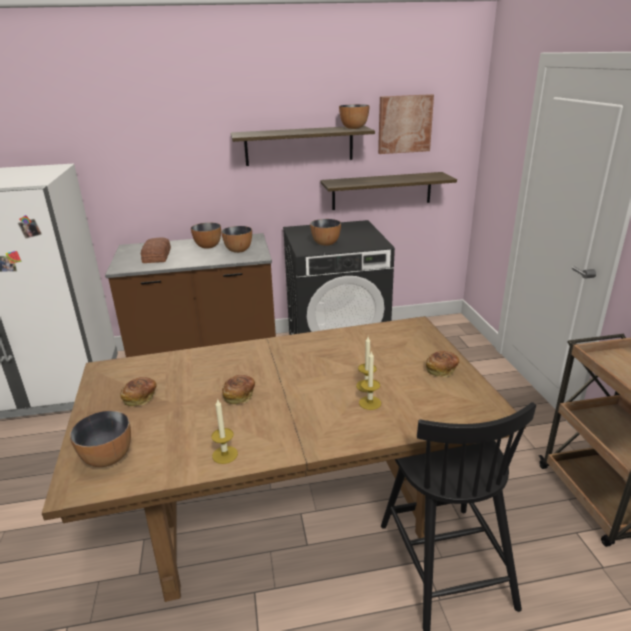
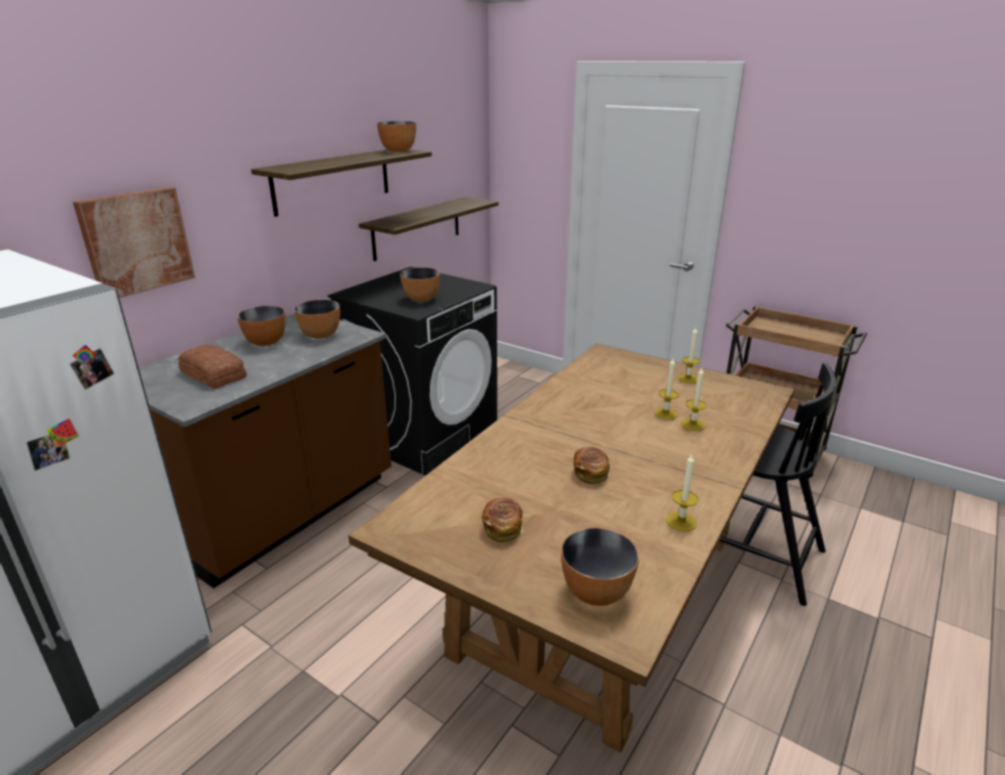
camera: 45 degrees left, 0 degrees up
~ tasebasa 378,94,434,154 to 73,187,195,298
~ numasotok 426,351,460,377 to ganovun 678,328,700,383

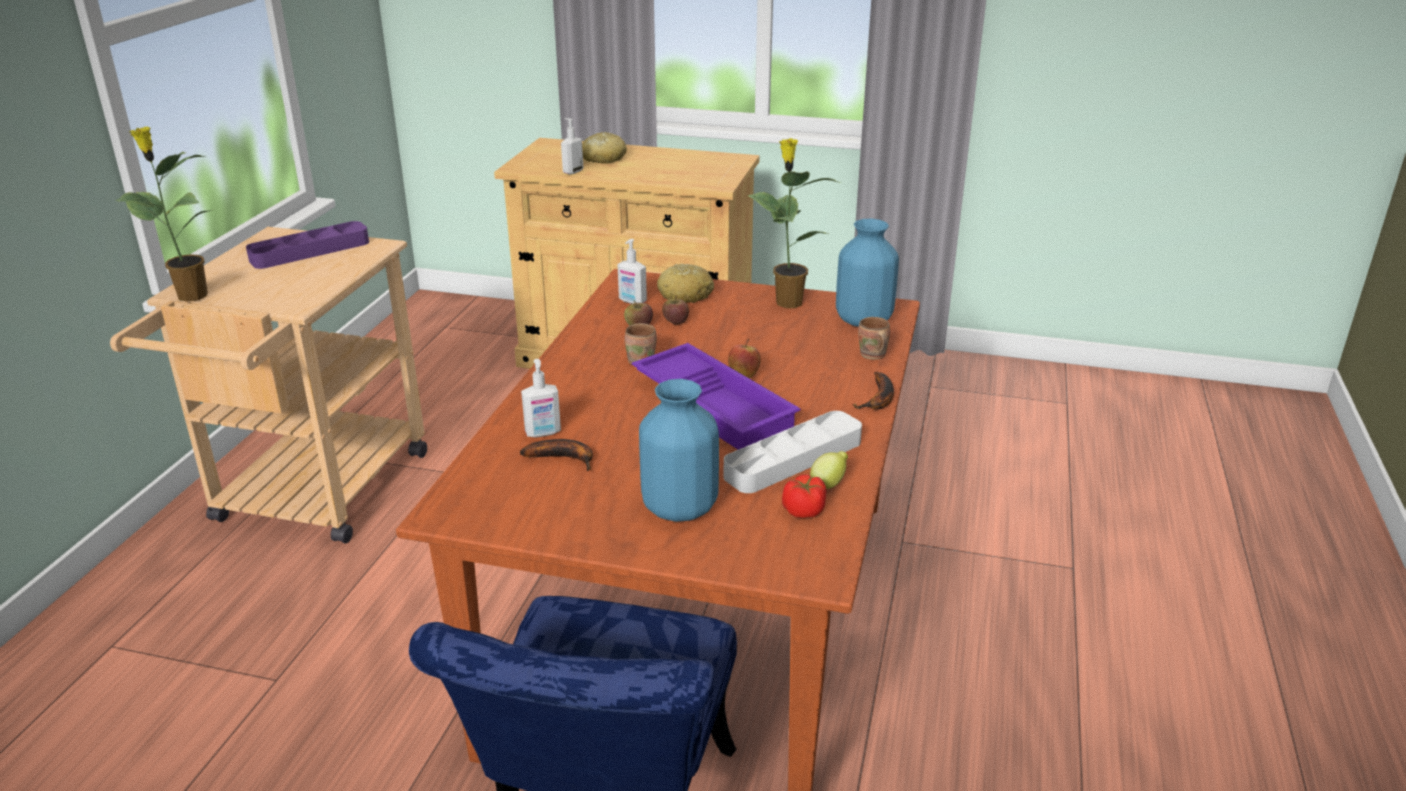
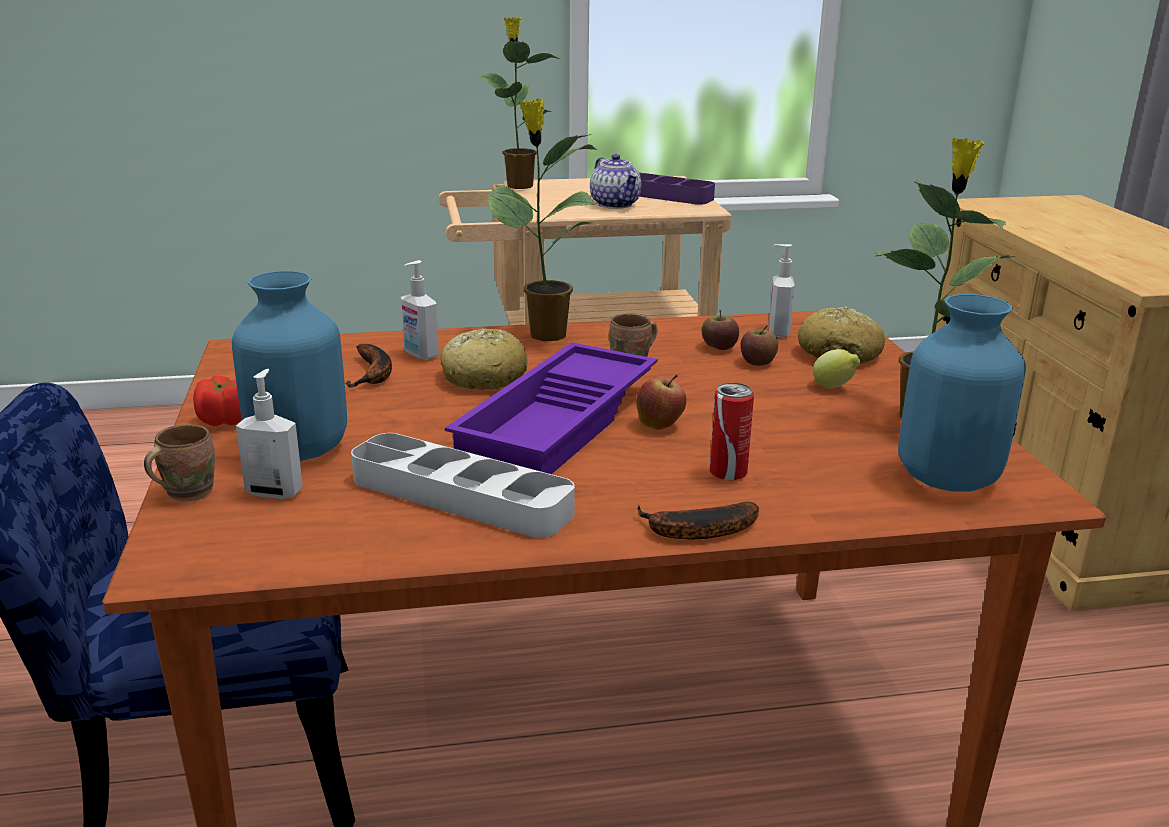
camera: 65 degrees right, 5 degrees down
~ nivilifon 561,118,583,174 to 236,369,303,499
~ numasotok 582,132,627,164 to 440,328,527,390
~ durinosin 782,475,826,518 to 193,376,242,426
~ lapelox 810,451,848,489 to 813,349,860,388
~ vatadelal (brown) 858,317,890,360 to 144,424,215,501
+ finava 487,99,598,341
+ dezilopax 590,154,642,209
+ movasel 710,383,754,480

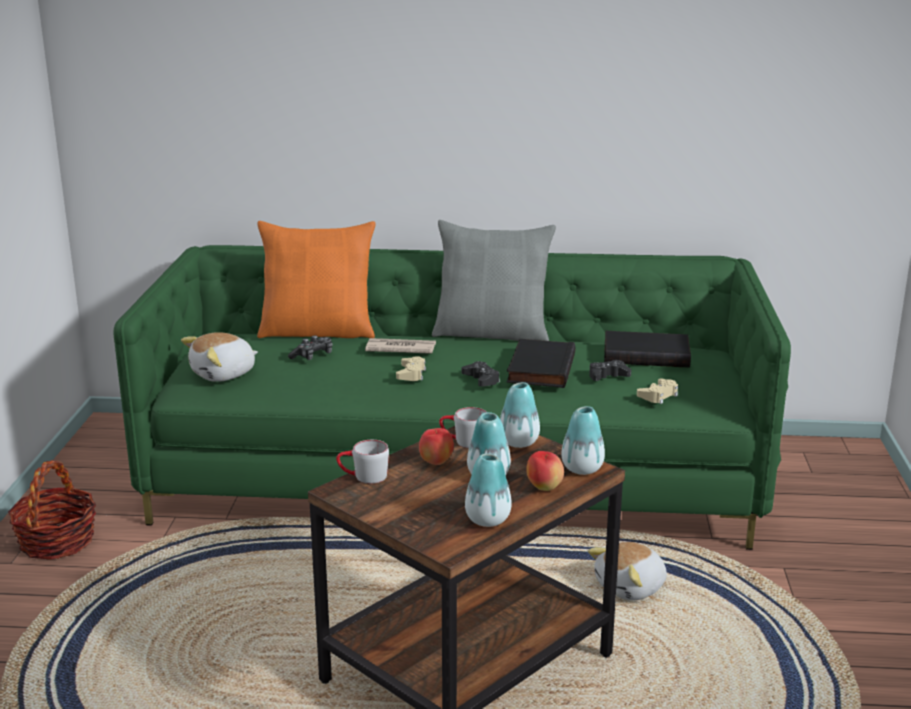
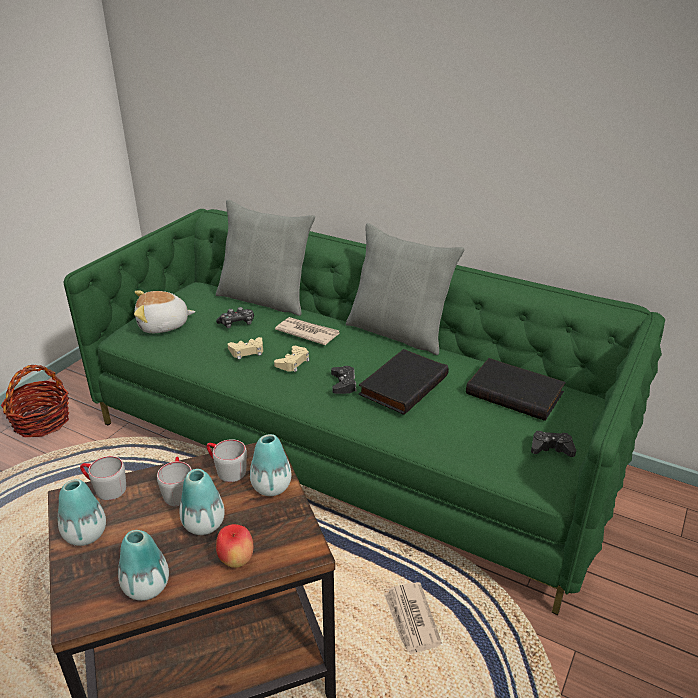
camera: 25 degrees right, 10 degrees up
~ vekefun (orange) 257,221,376,338 to vekefun (grey) 216,200,315,316
~ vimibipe 419,428,454,465 to vatadelal (grey) 157,457,192,506
~ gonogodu 561,406,605,475 to 58,479,106,546
~ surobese 588,542,667,600 to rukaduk 384,582,442,654
~ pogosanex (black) 589,360,631,381 to 531,431,576,457
~ pogosanex (beige) 637,379,678,404 to 228,337,263,359

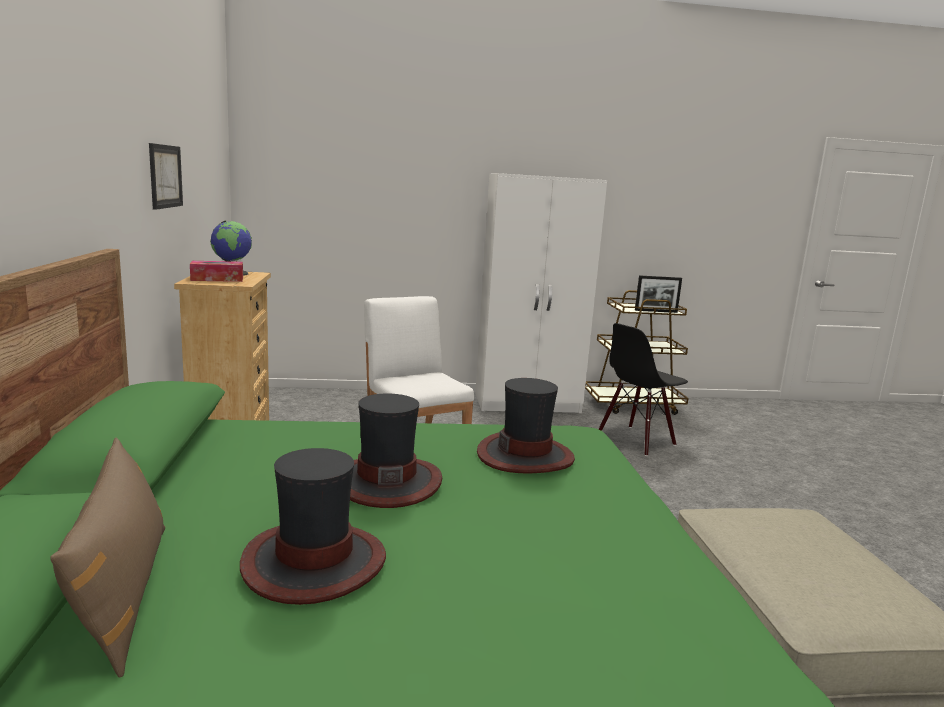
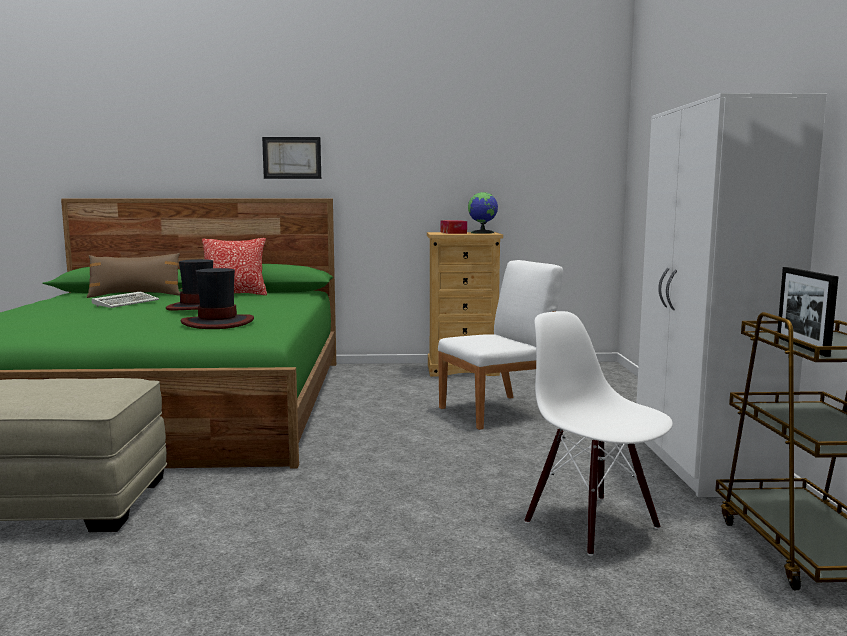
camera: 95 degrees right, 5 degrees down
~ tasebasa 149,143,183,210 to 262,137,321,179
~ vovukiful 240,448,386,605 to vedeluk 92,291,159,308
~ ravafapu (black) 599,323,688,456 to ravafapu (white) 525,311,673,556
+ vekefun 202,238,267,295

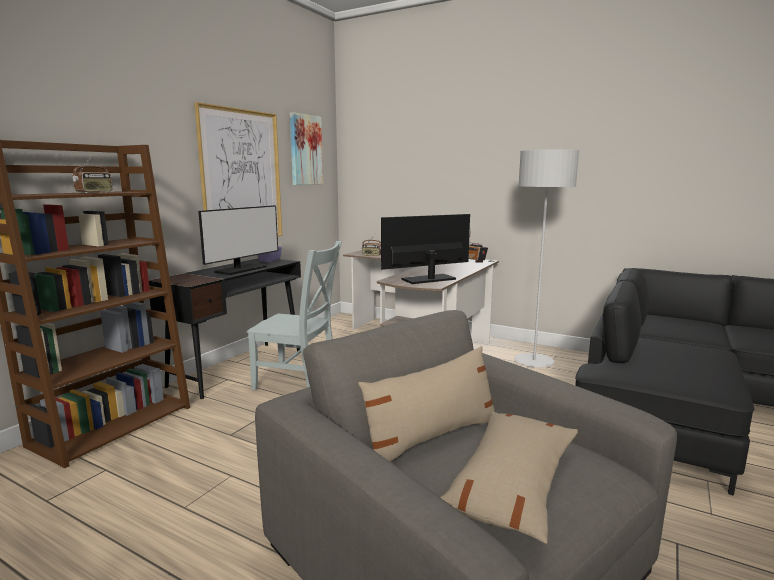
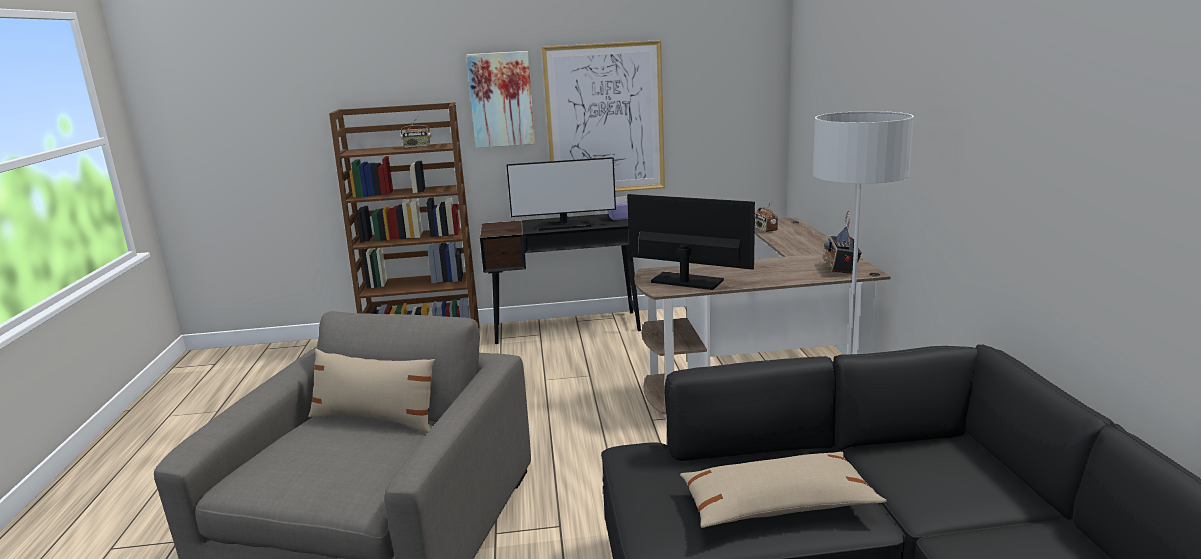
camera: 55 degrees right, 5 degrees up
- ravafapu (grey) 246,241,342,390
~ tasebasa 290,112,323,185 to 467,51,535,148
~ vekefun (beige) 440,412,578,544 to 680,451,887,528

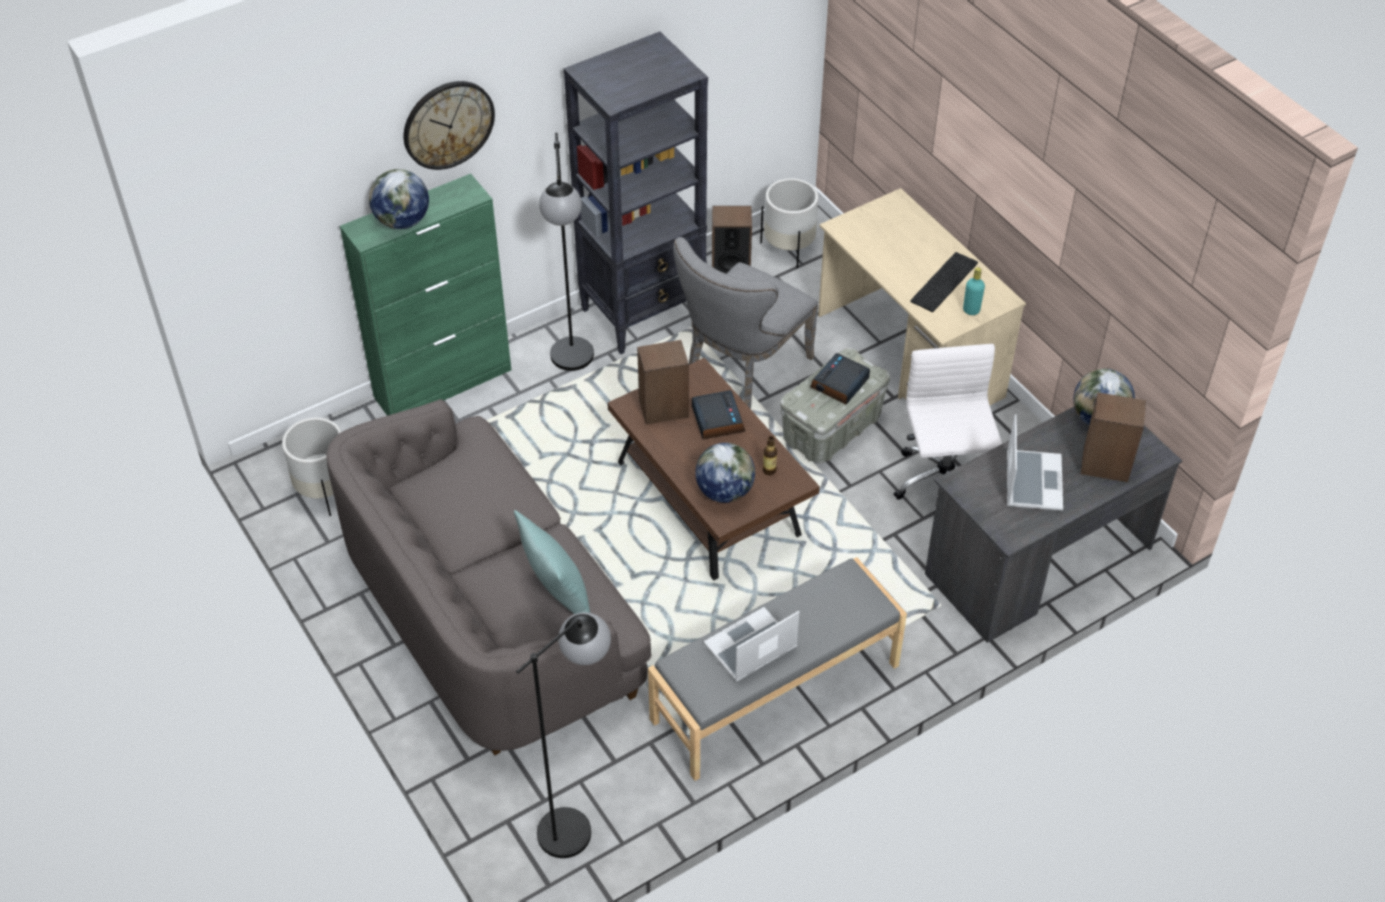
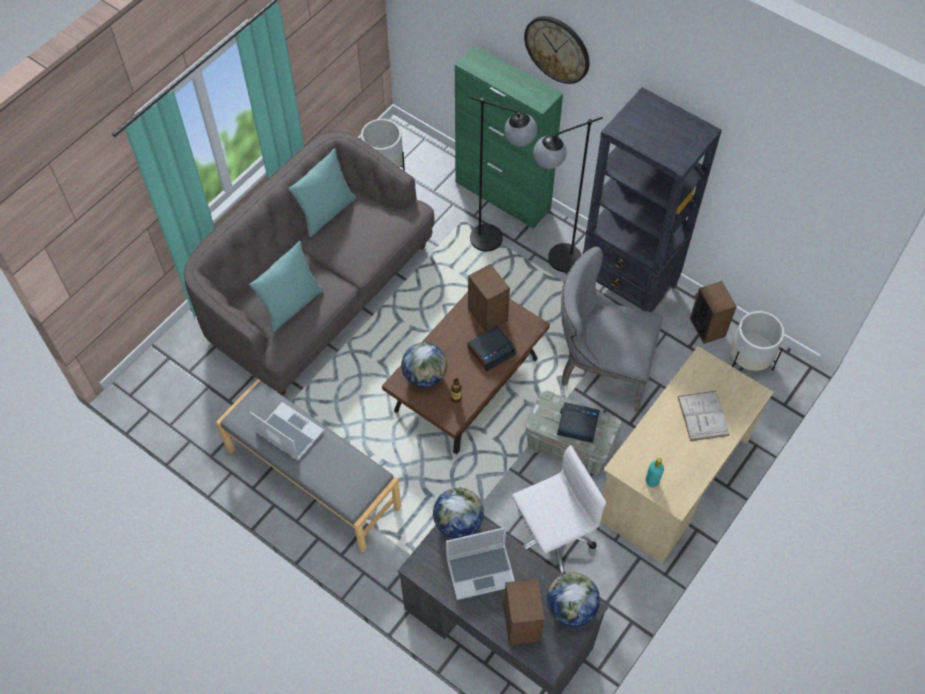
camera: 70 degrees right, 10 degrees up
~ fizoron 369,169,429,229 to 433,487,484,539
~ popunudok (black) 516,612,611,858 to 469,96,537,252
- vedeluk 910,252,978,312
+ vekefun (turquoise) 288,148,356,237
+ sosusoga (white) 677,391,729,441

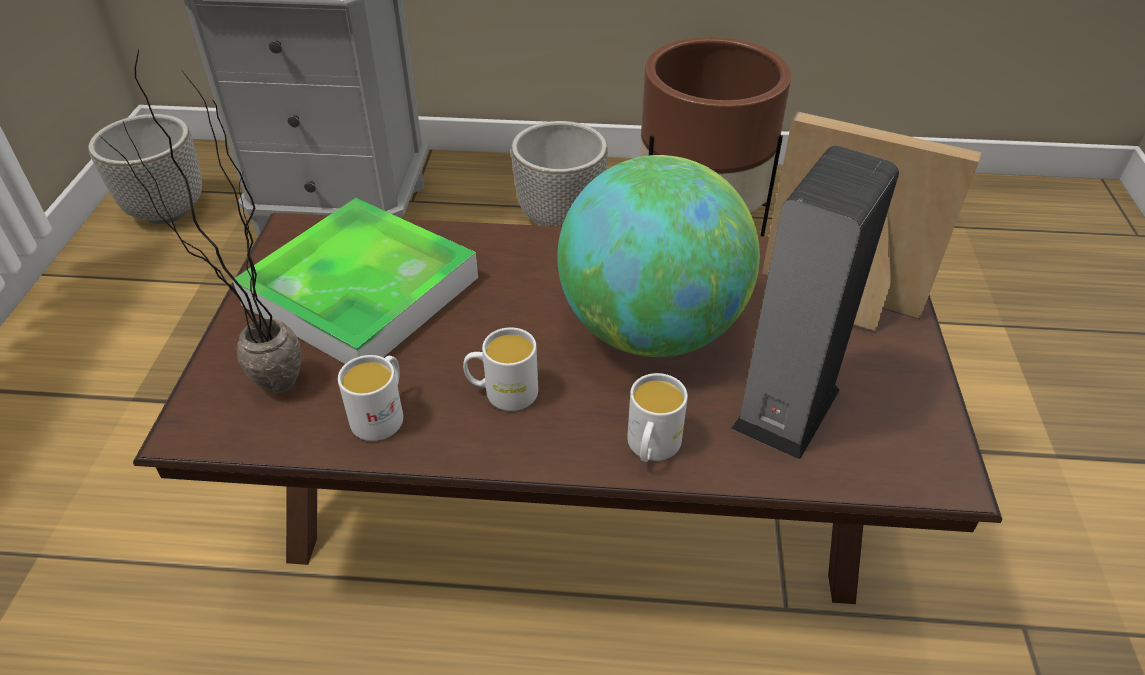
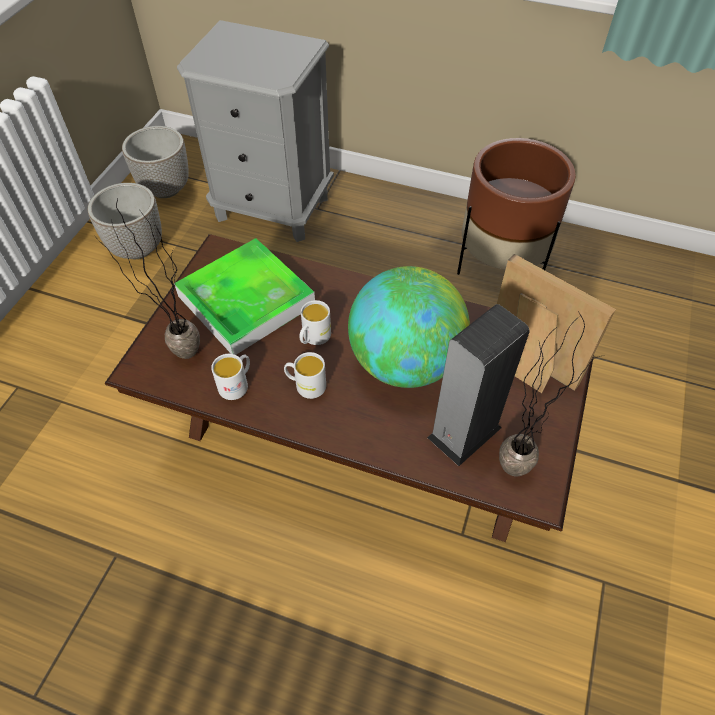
camera: 15 degrees right, 10 degrees up
~ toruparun 511,121,608,227 to 88,183,162,259
~ vatadelal (white) 627,373,688,462 to 300,300,331,345
+ finava 499,311,605,476

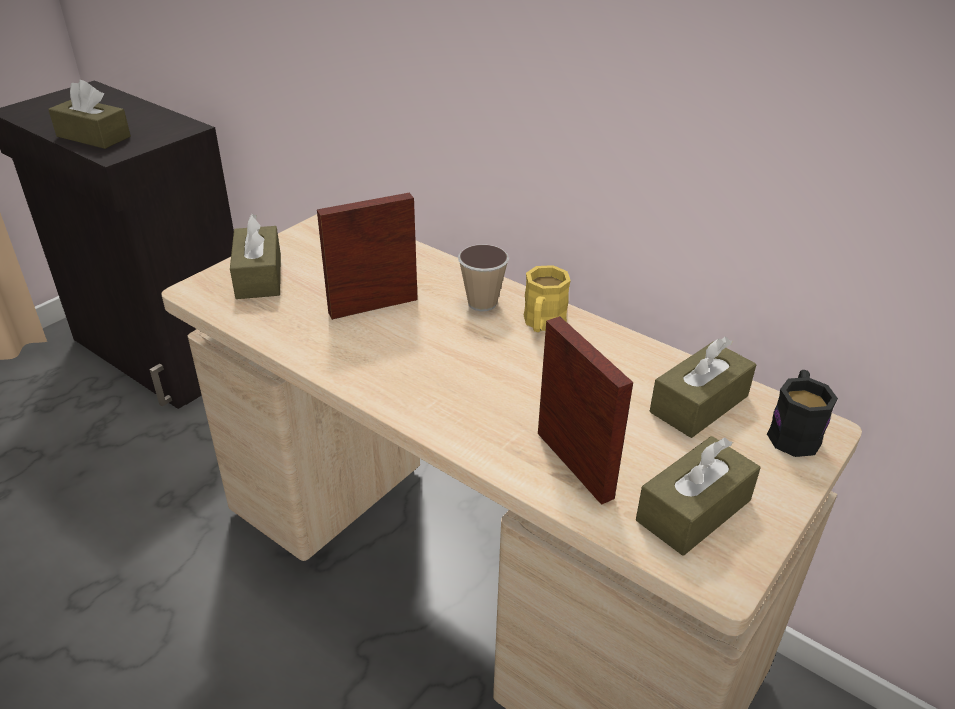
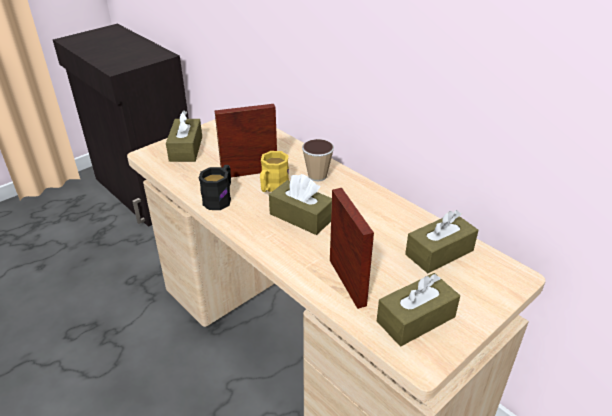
camera: 10 degrees right, 0 degrees up
~ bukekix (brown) 48,80,131,149 to 269,174,332,235
~ vatadelal (yellow) 524,265,571,332 to 260,151,289,192
~ vatadelal (black) 767,370,838,457 to 199,165,231,210

